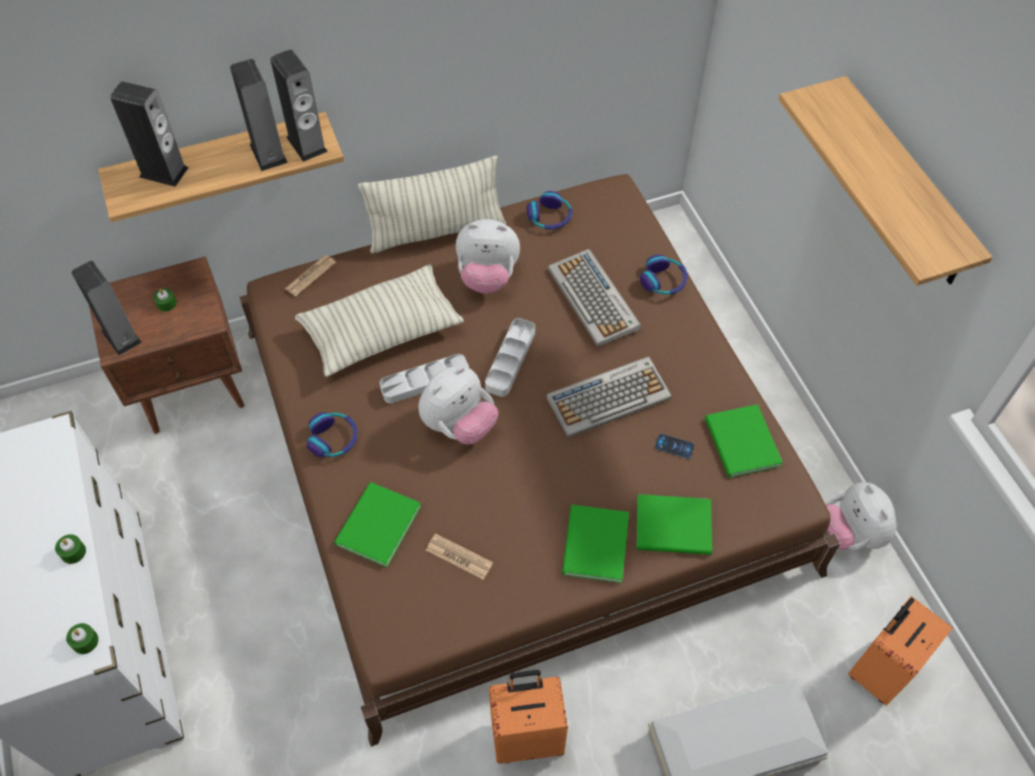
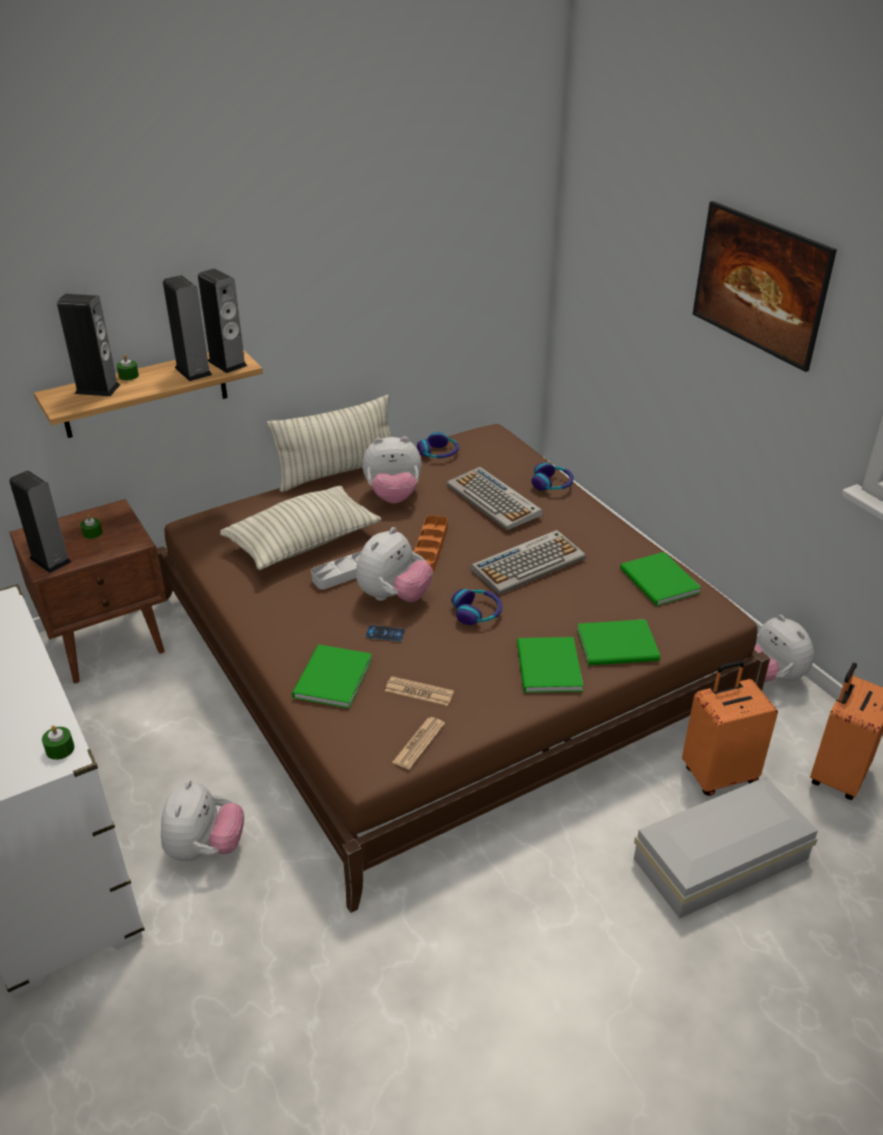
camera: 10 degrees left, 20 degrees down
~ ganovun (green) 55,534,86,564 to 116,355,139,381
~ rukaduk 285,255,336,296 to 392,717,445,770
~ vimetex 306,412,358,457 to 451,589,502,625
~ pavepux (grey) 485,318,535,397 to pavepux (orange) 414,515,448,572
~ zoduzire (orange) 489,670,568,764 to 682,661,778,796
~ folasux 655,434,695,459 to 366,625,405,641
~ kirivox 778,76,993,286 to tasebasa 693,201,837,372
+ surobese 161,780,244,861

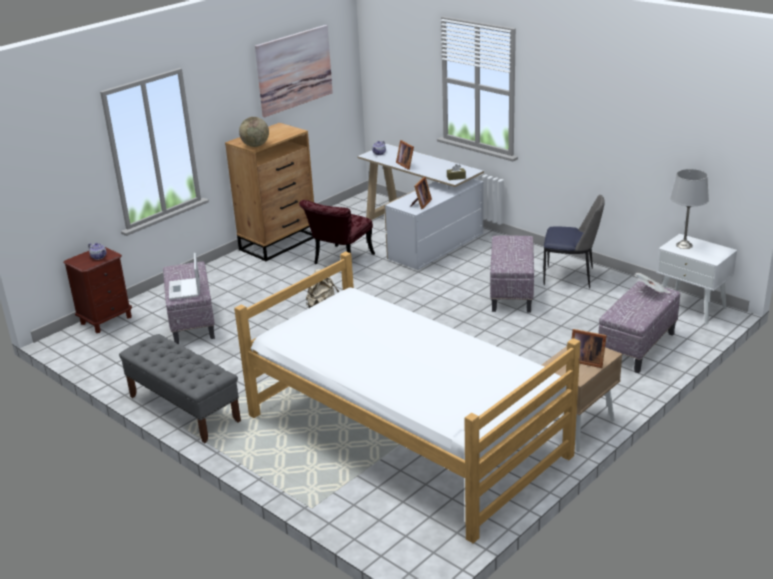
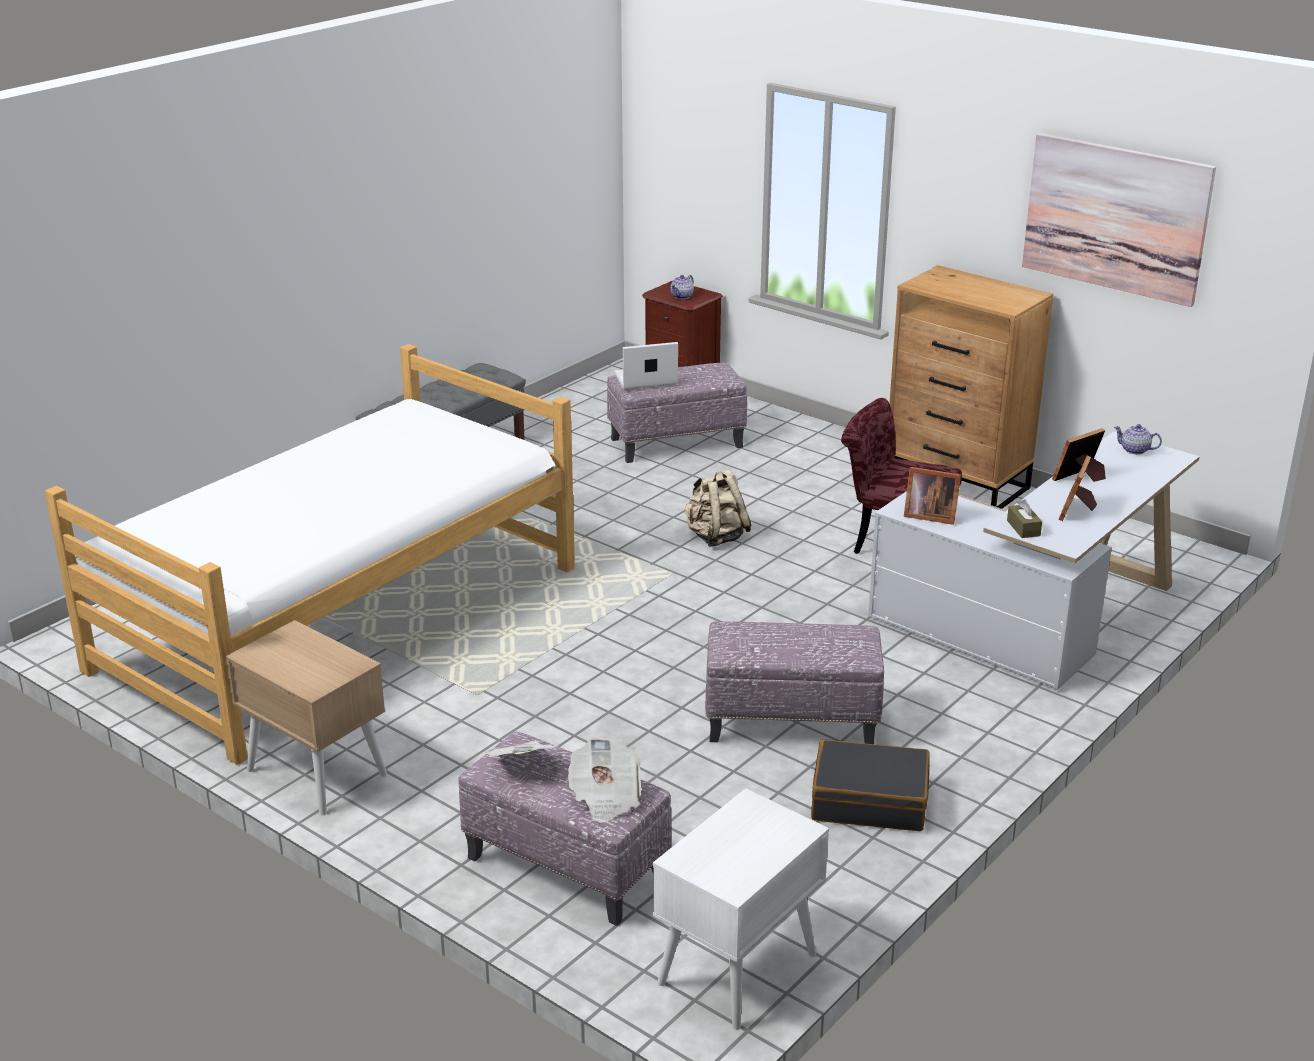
camera: 85 degrees right, 0 degrees up
- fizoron 239,117,269,147
~ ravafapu 543,195,605,289 to zoduzire (black) 811,740,930,831
~ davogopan 571,329,607,368 to 1059,456,1097,521
- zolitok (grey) 670,169,709,249
+ rukaduk 485,741,558,756

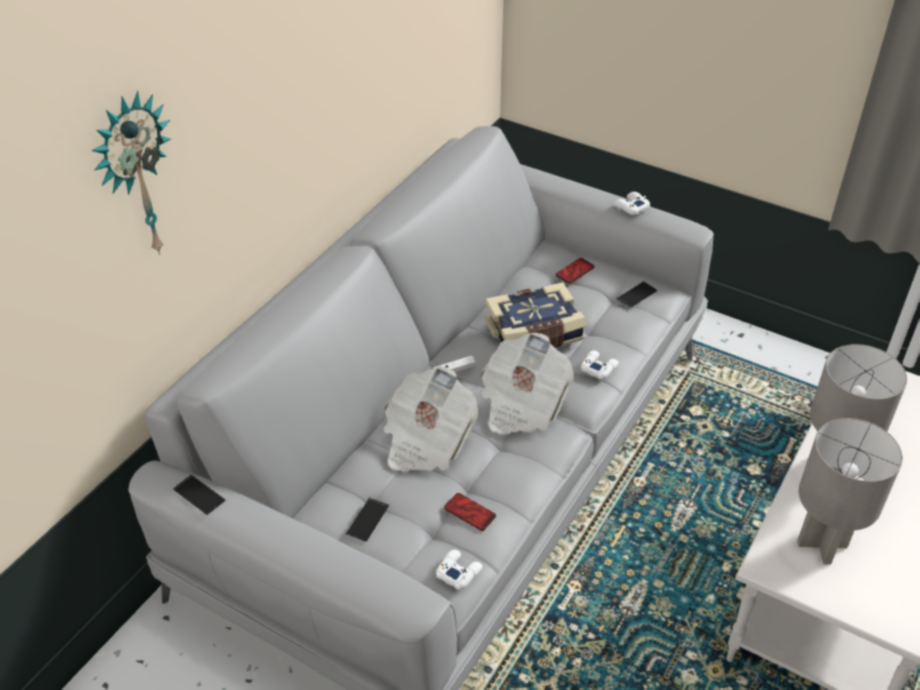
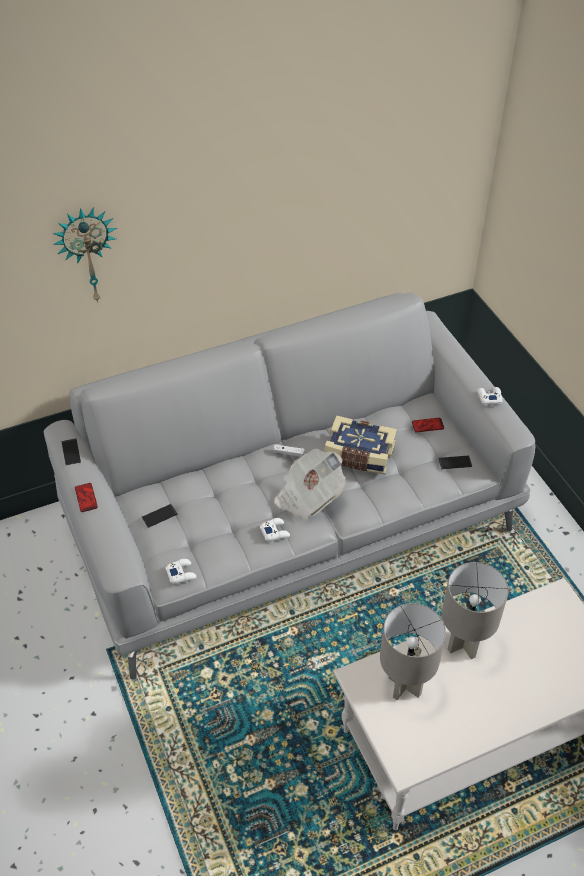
camera: 35 degrees right, 5 degrees up
- rukaduk 384,367,478,471
~ folasux 444,493,496,531 to 75,483,98,512
~ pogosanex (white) 581,350,619,379 to 260,518,290,542

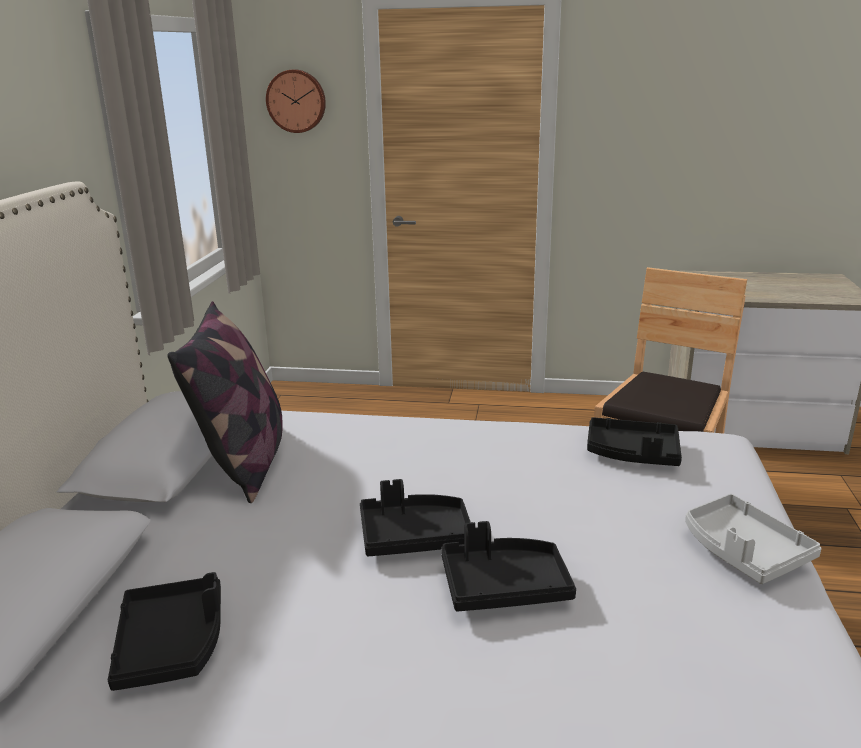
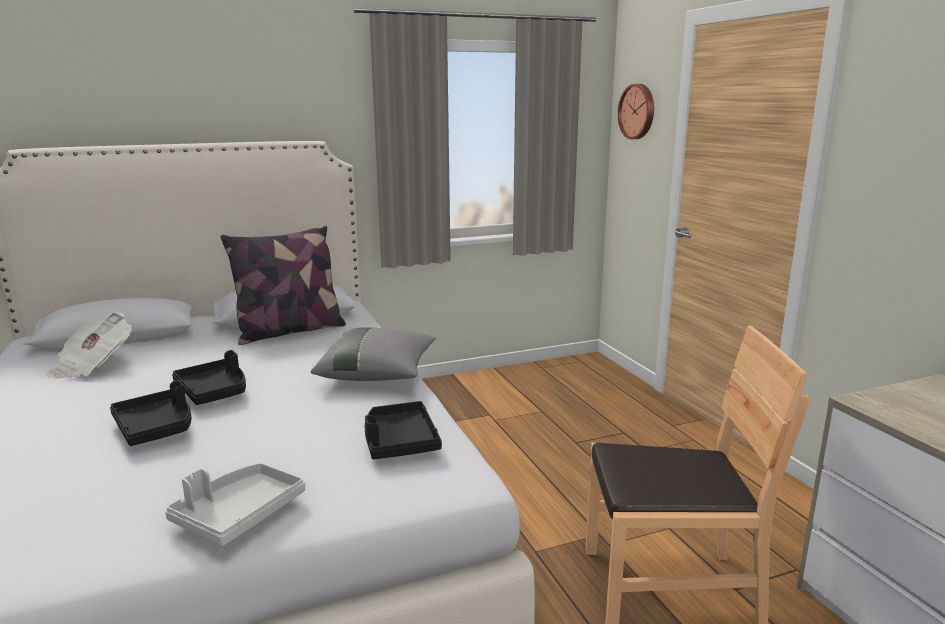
camera: 60 degrees right, 5 degrees down
~ pavepux (black) 108,572,221,691 to rukaduk 47,312,132,379
+ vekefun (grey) 311,327,436,381

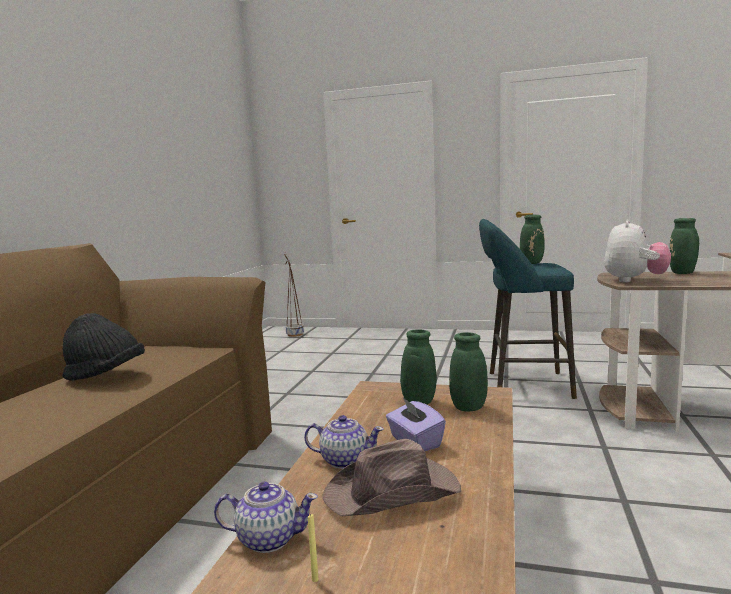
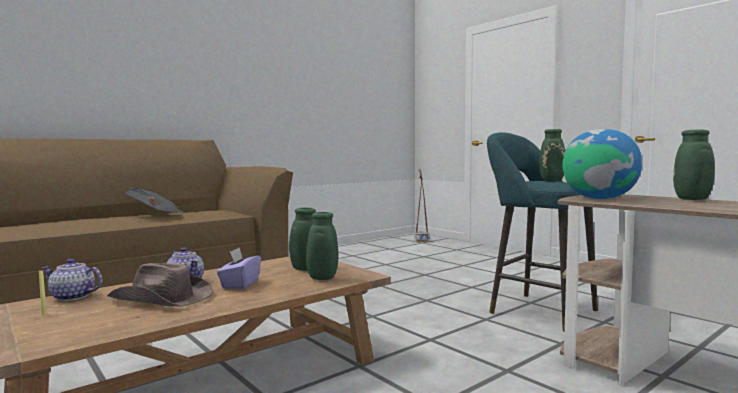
camera: 35 degrees right, 5 degrees down
~ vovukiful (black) 63,313,145,381 to rukaduk 126,188,183,213
~ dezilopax 214,482,318,553 = 42,259,103,301 150 degrees clockwise
~ surobese 604,220,671,282 to fizoron 563,129,642,199

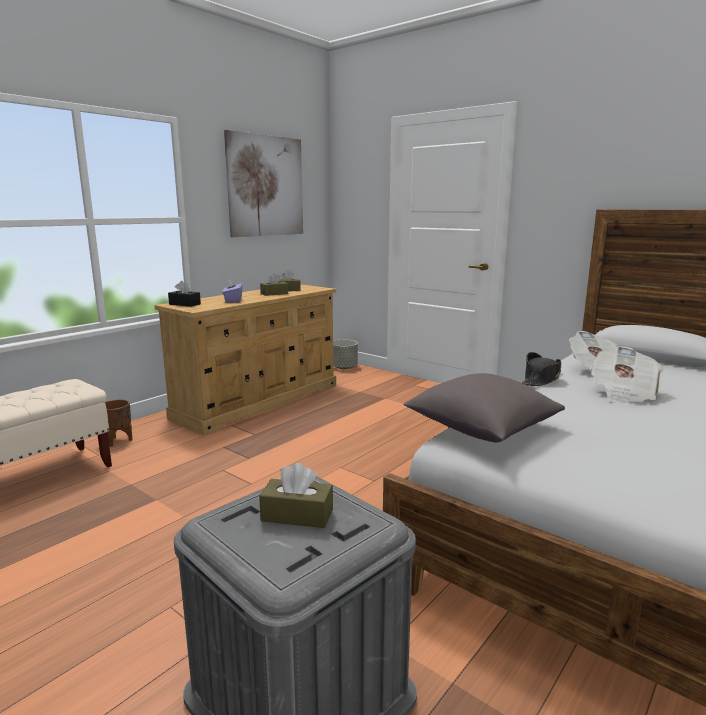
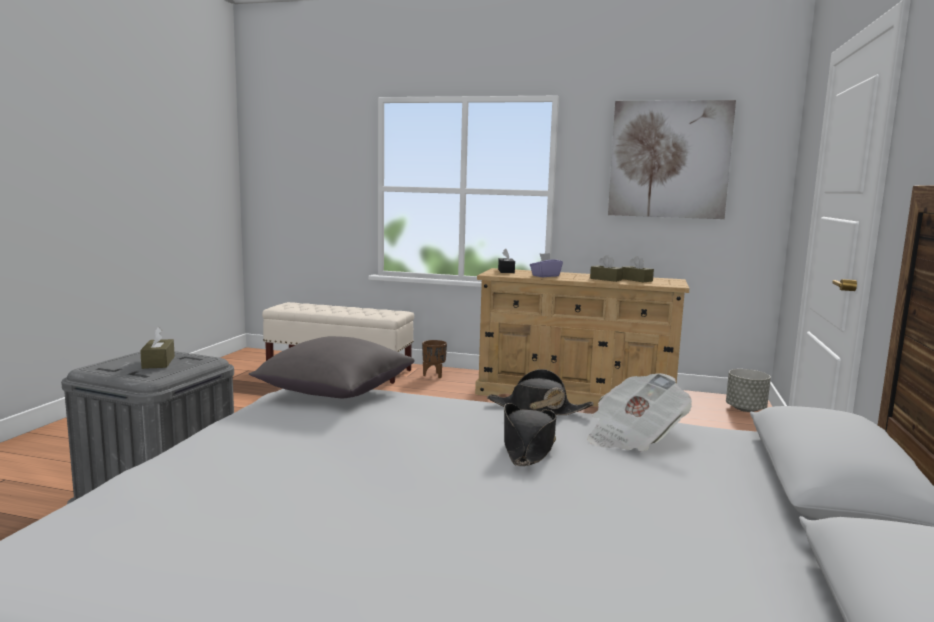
camera: 65 degrees right, 5 degrees down
~ rukaduk 590,346,663,403 to vovukiful (black) 504,403,556,466

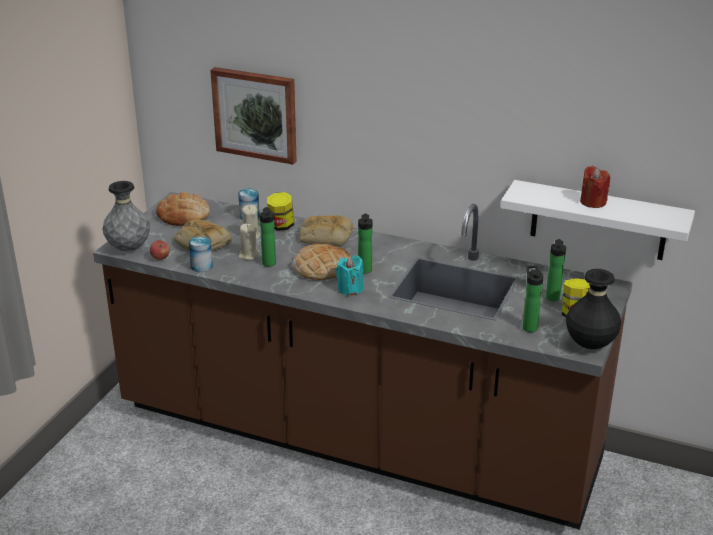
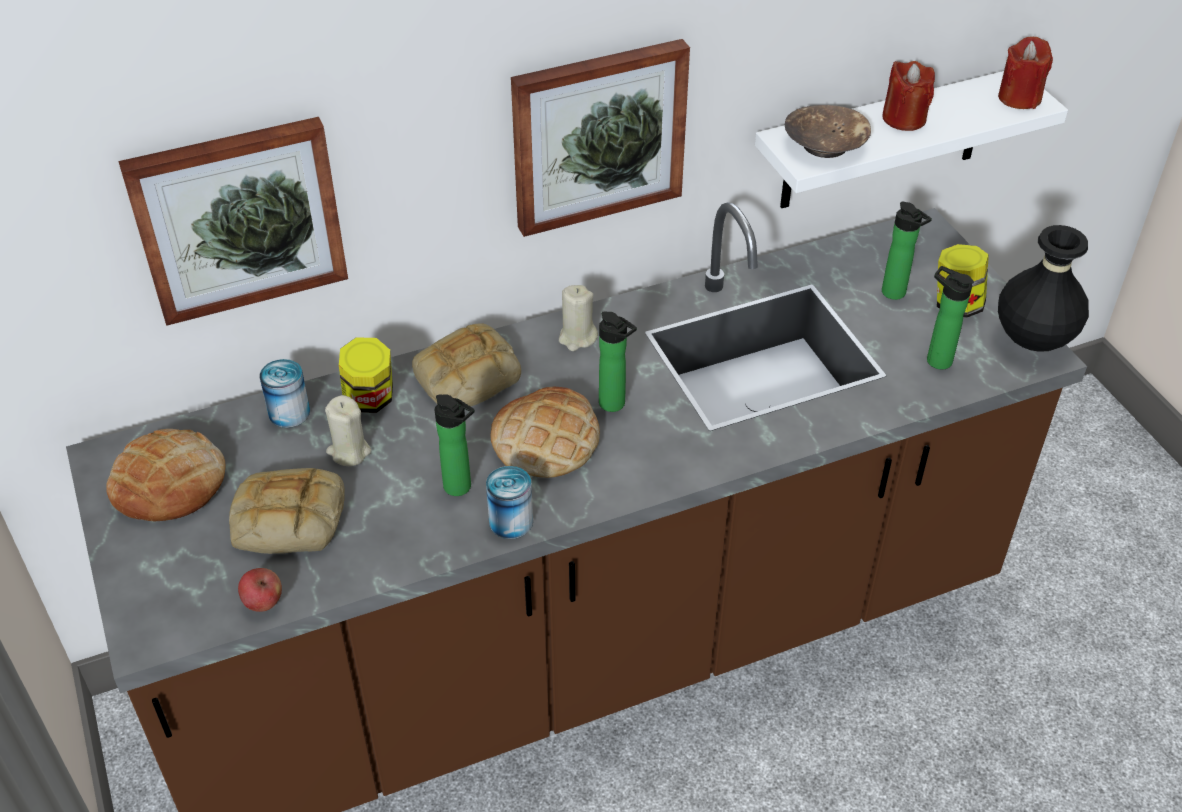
camera: 45 degrees left, 15 degrees up
- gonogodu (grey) 102,181,150,251
~ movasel 189,236,213,272 to 486,466,533,539
~ ganovun (beige) 238,224,260,260 to 559,285,598,351
- ganovun (turquoise) 336,255,364,296
+ tasebasa 511,39,690,237
+ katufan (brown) 785,105,871,158
+ ganovun (red) 998,36,1053,109

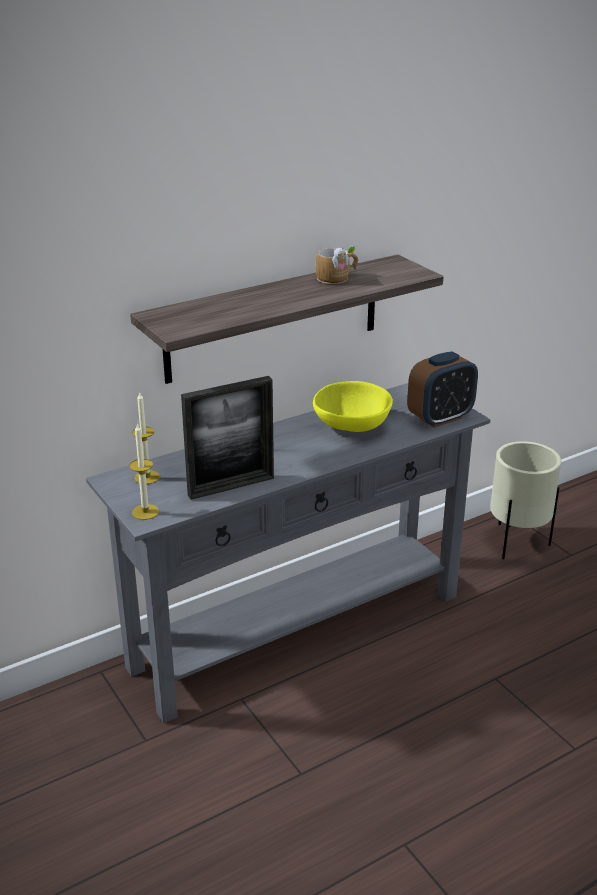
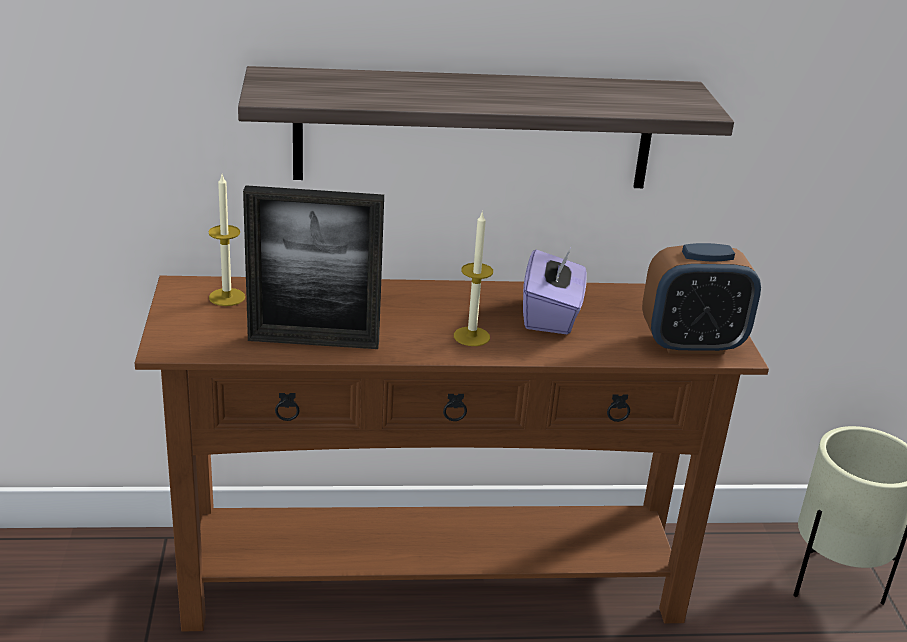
camera: 25 degrees right, 0 degrees up
~ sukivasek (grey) 86,383,490,723 to sukivasek (brown) 135,276,769,631
~ ganovun 129,423,159,520 to 454,213,493,346
~ katufan (yellow) 313,381,393,432 to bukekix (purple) 523,249,587,334
- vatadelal 316,246,358,284

